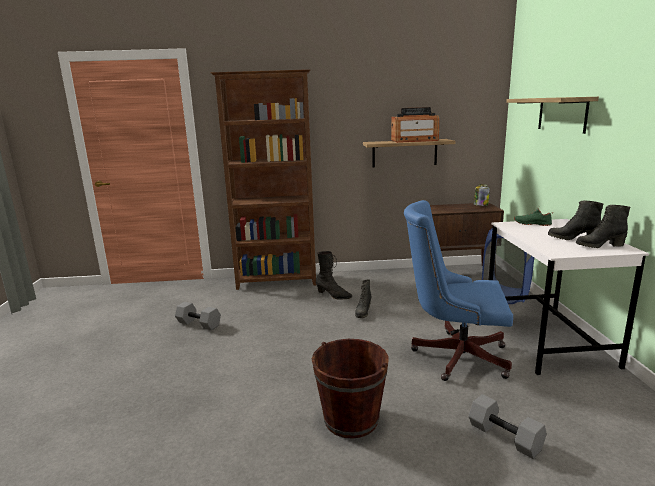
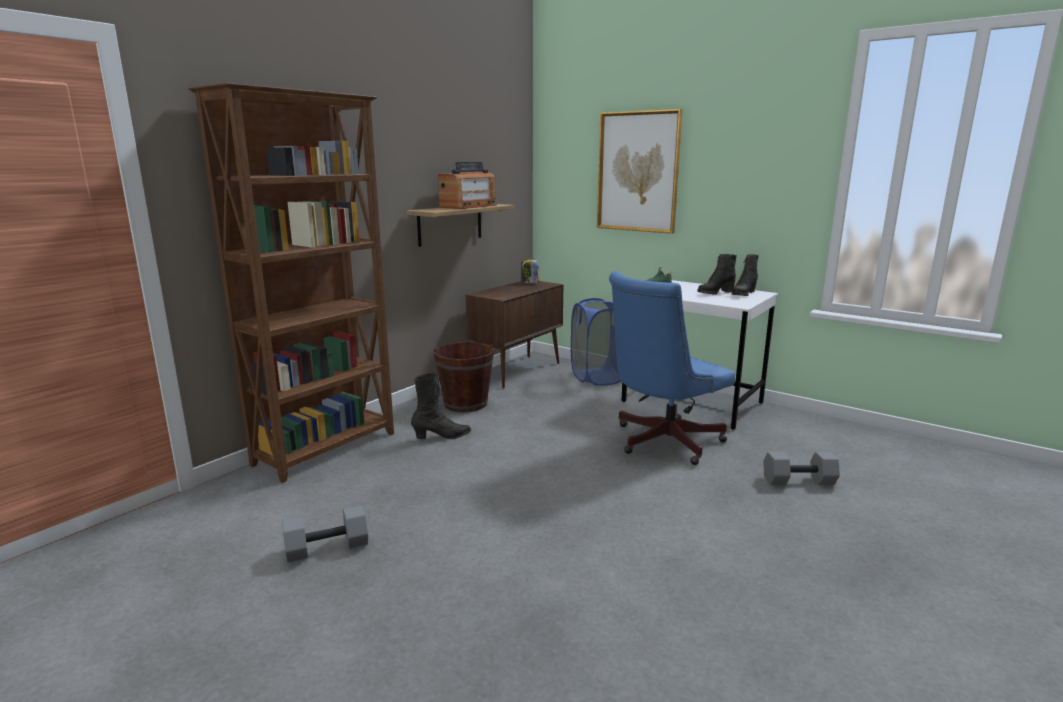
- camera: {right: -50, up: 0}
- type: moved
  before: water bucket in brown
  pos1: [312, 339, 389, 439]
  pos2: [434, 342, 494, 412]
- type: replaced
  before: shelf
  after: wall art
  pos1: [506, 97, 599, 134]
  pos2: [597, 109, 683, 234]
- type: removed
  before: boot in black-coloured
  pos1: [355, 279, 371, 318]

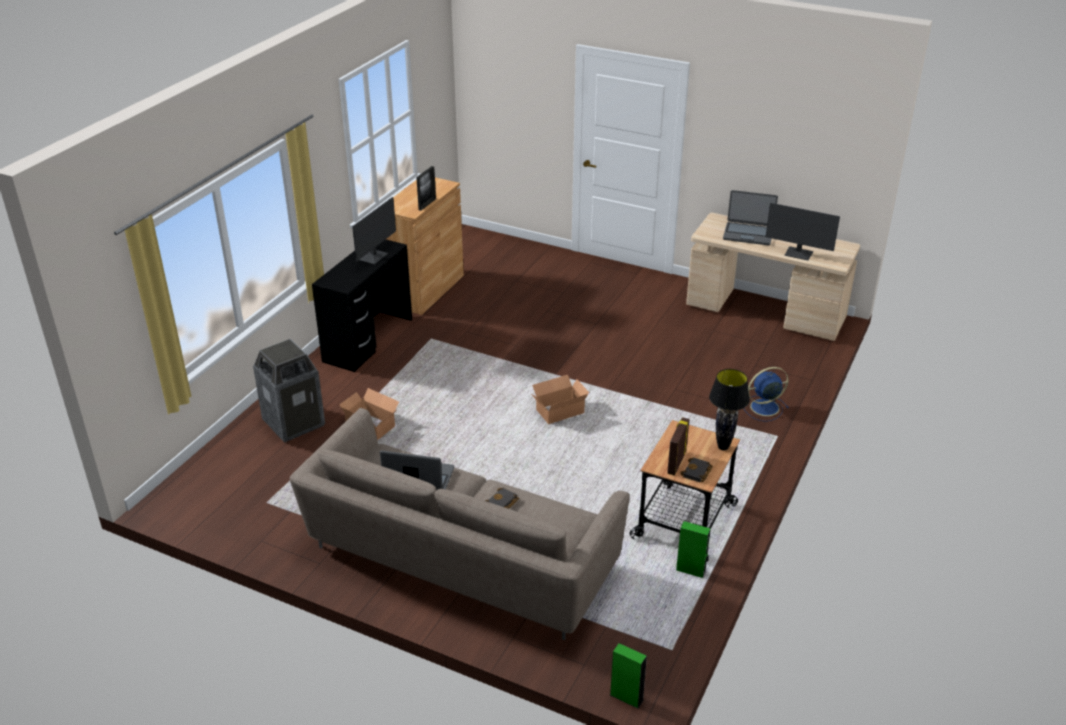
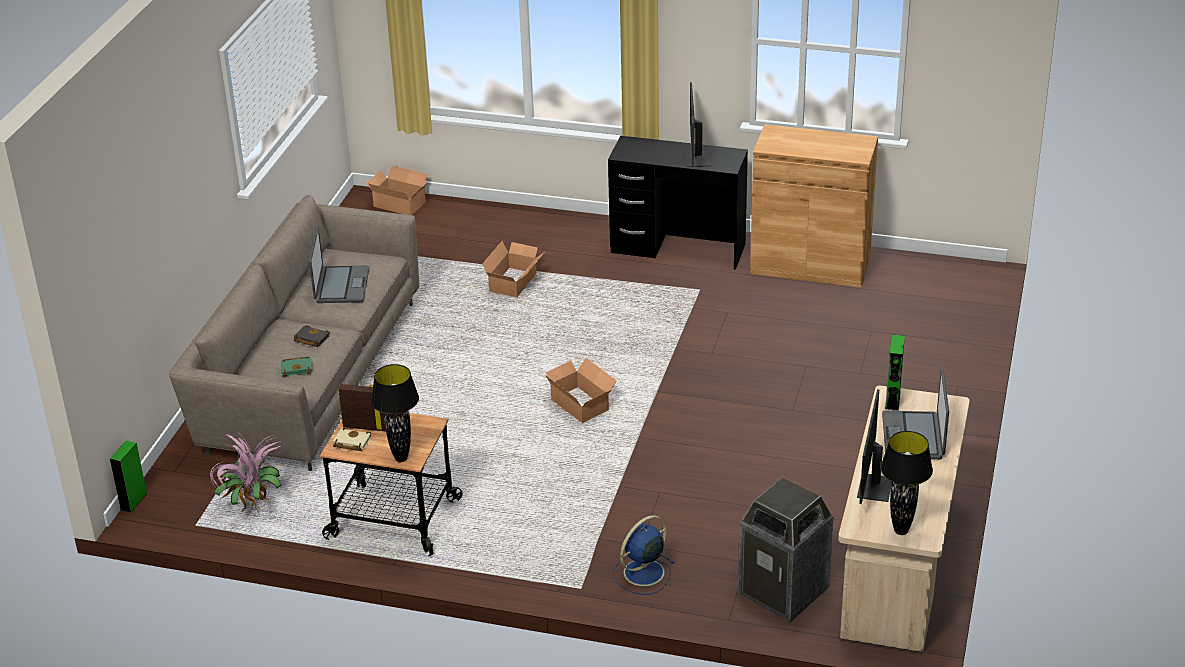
- camera: {right: 80, up: 0}
- type: added
  after: plant in a pot
  pos2: [210, 431, 281, 513]
- type: added
  after: bound book in green
  pos2: [281, 356, 313, 377]
- type: recoloured
  before: bound book in black-coloured
  after: bound book in beige
  pos1: [680, 457, 713, 482]
  pos2: [333, 428, 371, 451]
- type: added
  after: carton
  pos2: [366, 166, 429, 215]
- type: turned
  before: cooling fan in blue
  pos1: [744, 367, 789, 421]
  pos2: [613, 515, 674, 595]
  turn: -105
- type: turned
  before: computer display
  pos1: [352, 197, 396, 265]
  pos2: [686, 82, 711, 167]
  turn: 75
- type: moved
  before: trash can
  pos1: [253, 339, 325, 443]
  pos2: [738, 477, 833, 622]
- type: added
  after: lamp for a table in black-coloured
  pos2: [880, 431, 933, 535]
- type: moved
  before: audio speaker in green
  pos1: [676, 521, 711, 578]
  pos2: [885, 335, 905, 411]
- type: removed
  before: picture frame
  pos1: [416, 166, 436, 211]

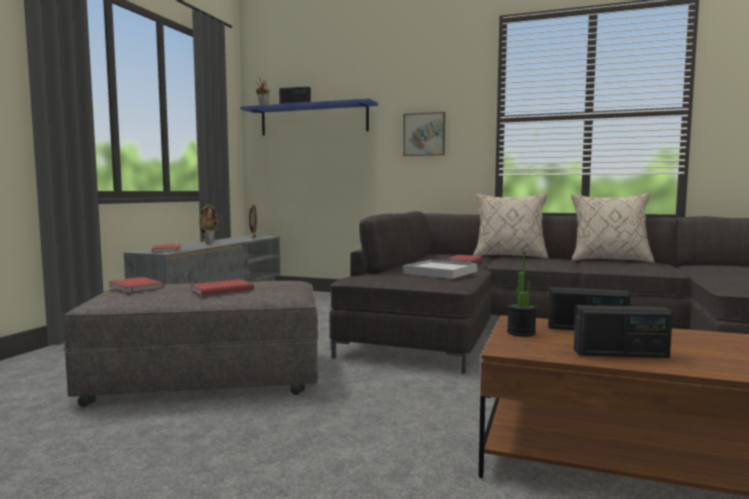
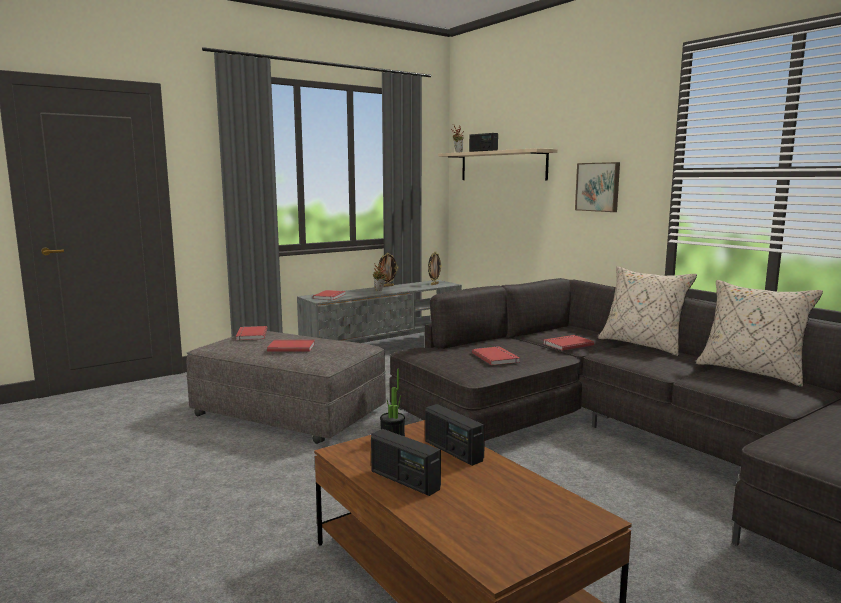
- camera: {right: 35, up: 5}
- type: recoloured
  before: shelf in blue
  after: shelf in beige
  pos1: [240, 98, 378, 136]
  pos2: [438, 148, 558, 180]
- type: replaced
  before: serving tray in white-coloured
  after: bound book in red
  pos1: [403, 260, 477, 279]
  pos2: [472, 346, 520, 366]

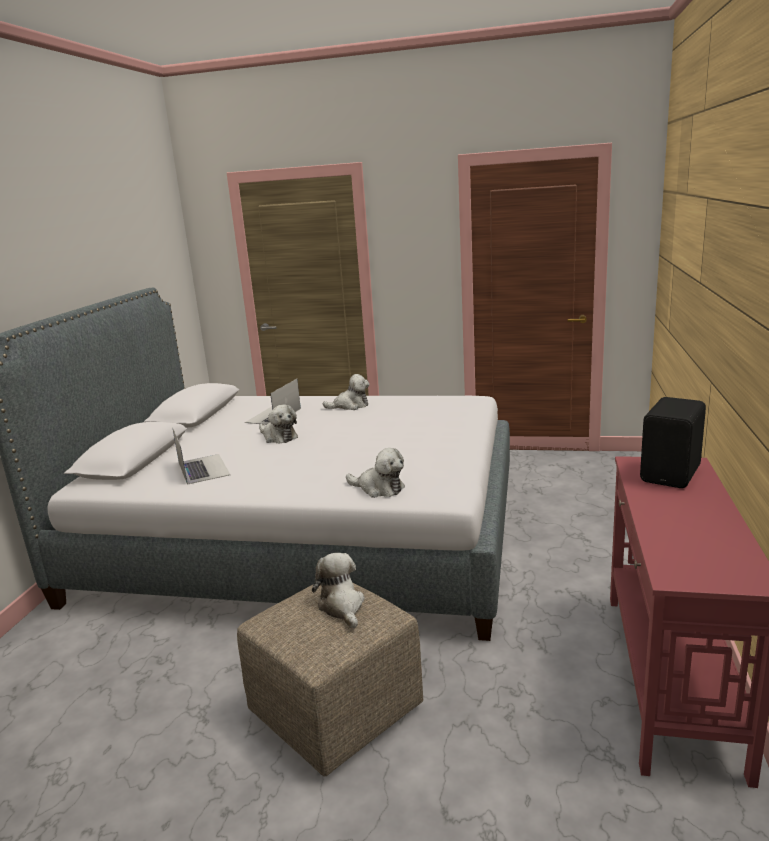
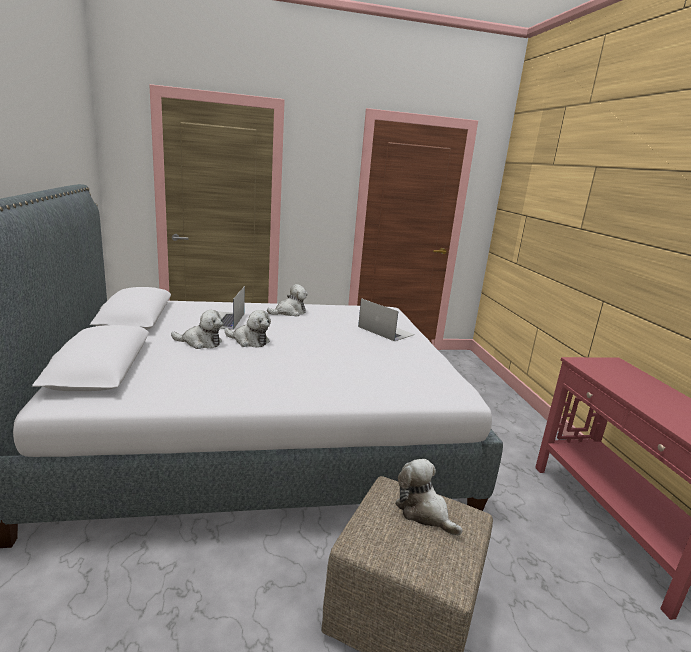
- camera: {right: -25, up: 0}
- type: moved
  before: plush toy
  pos1: [346, 448, 405, 498]
  pos2: [171, 310, 223, 349]
- type: moved
  before: portable computer
  pos1: [172, 427, 230, 485]
  pos2: [358, 298, 415, 341]
- type: removed
  before: audio speaker in black-coloured
  pos1: [640, 397, 706, 488]

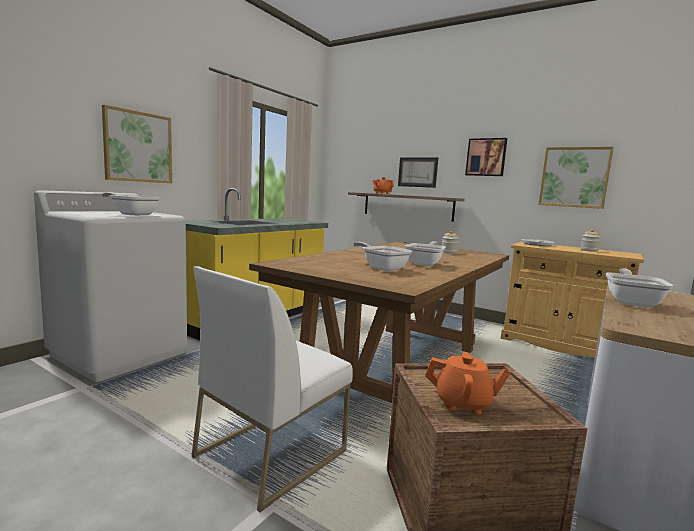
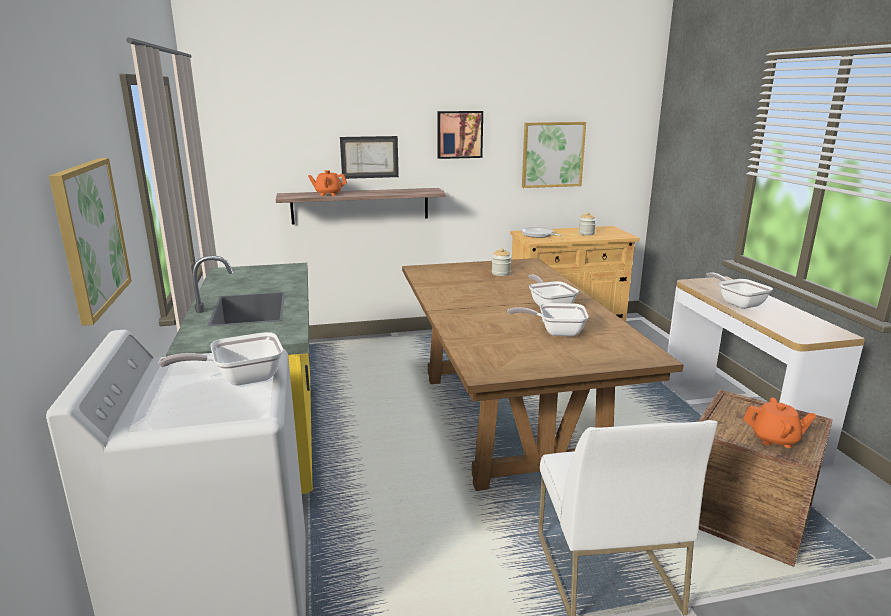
- camera: {right: -45, up: 10}
- type: turned
  before: teapot in orangey
  pos1: [425, 352, 511, 414]
  pos2: [743, 398, 816, 448]
  turn: 45

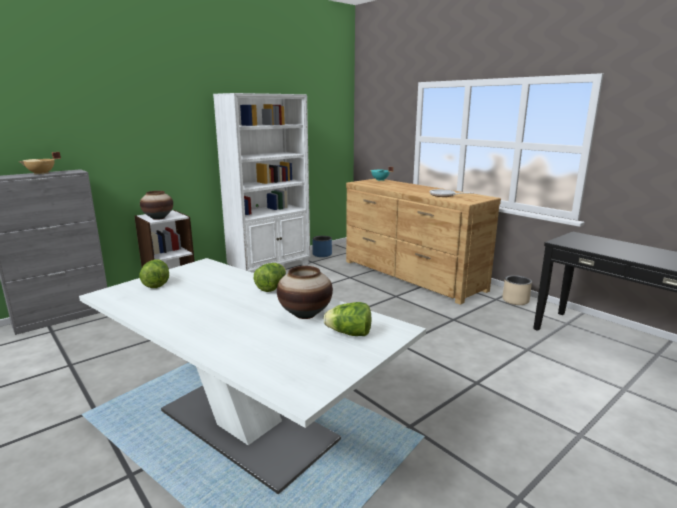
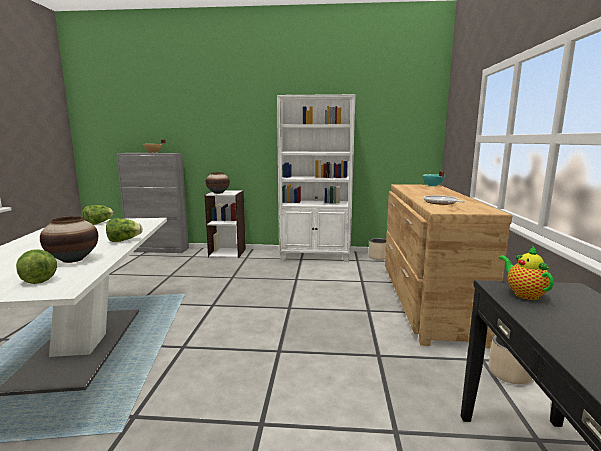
- camera: {right: 45, up: -5}
- type: recoloured
  before: planter in blue
  after: planter in beige
  pos1: [312, 236, 332, 257]
  pos2: [369, 238, 386, 260]
- type: added
  after: teapot
  pos2: [499, 245, 554, 300]

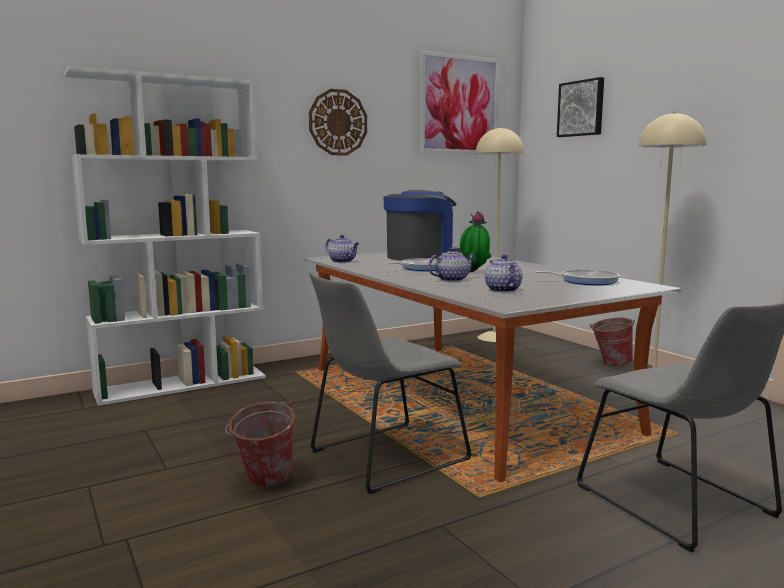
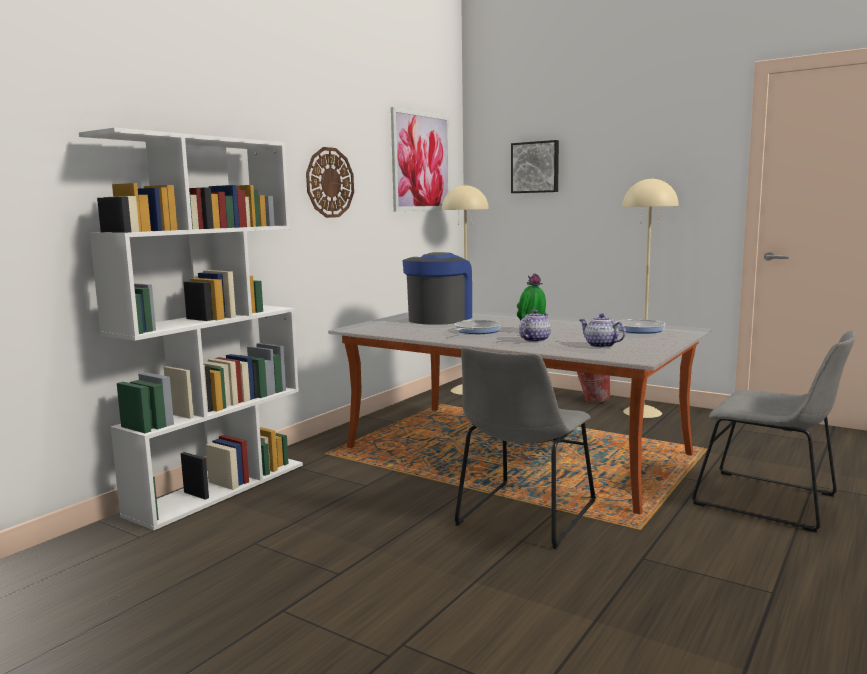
- camera: {right: -25, up: 0}
- type: removed
  before: water bucket
  pos1: [225, 401, 295, 488]
- type: removed
  before: teapot
  pos1: [326, 235, 360, 263]

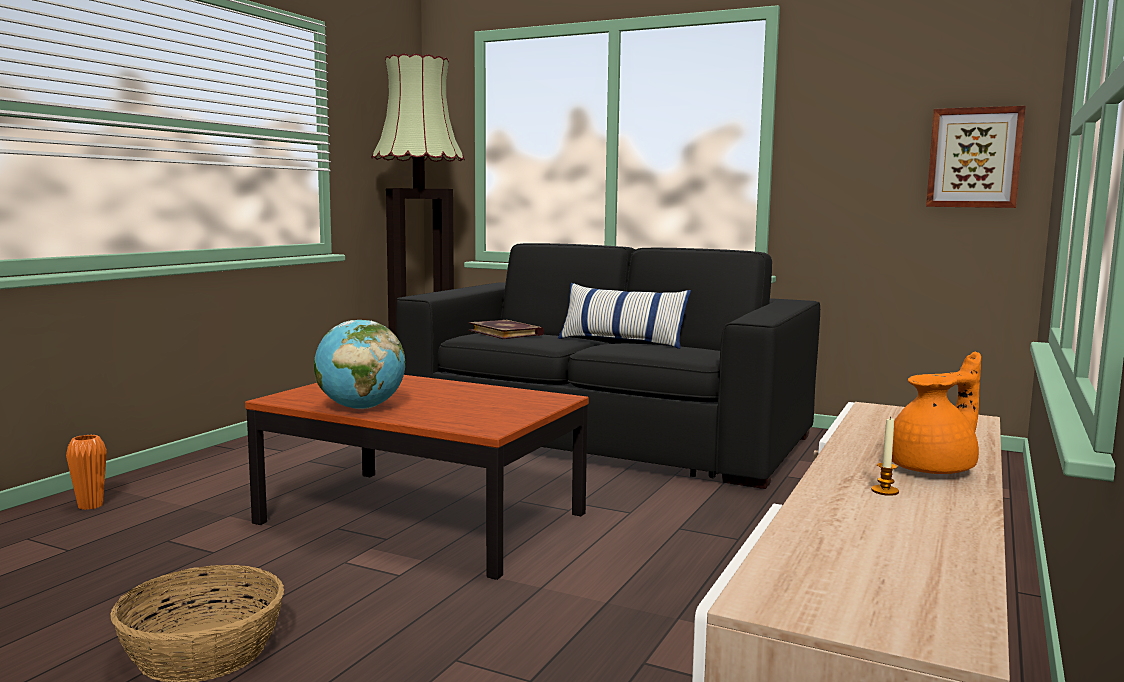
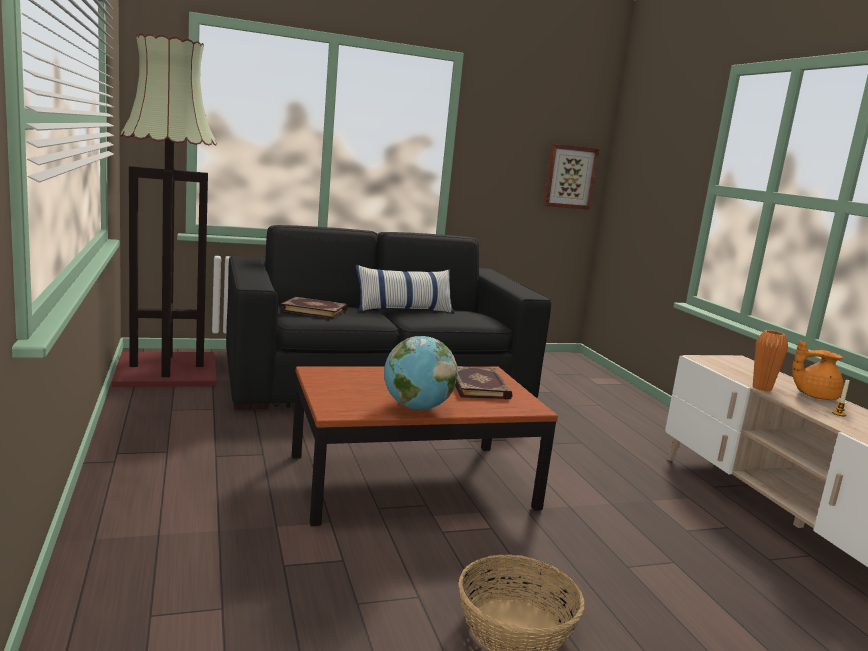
- camera: {right: -45, up: 5}
- type: added
  after: bound book
  pos2: [455, 366, 512, 399]
- type: moved
  before: flower vase in orangey
  pos1: [66, 435, 107, 510]
  pos2: [753, 330, 788, 391]
- type: turned
  before: teapot in orangey
  pos1: [892, 352, 981, 474]
  pos2: [792, 340, 844, 400]
  turn: -105

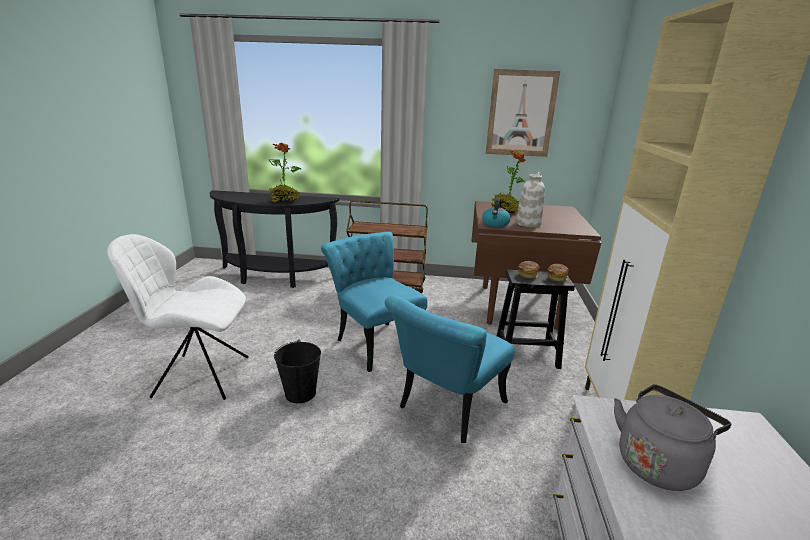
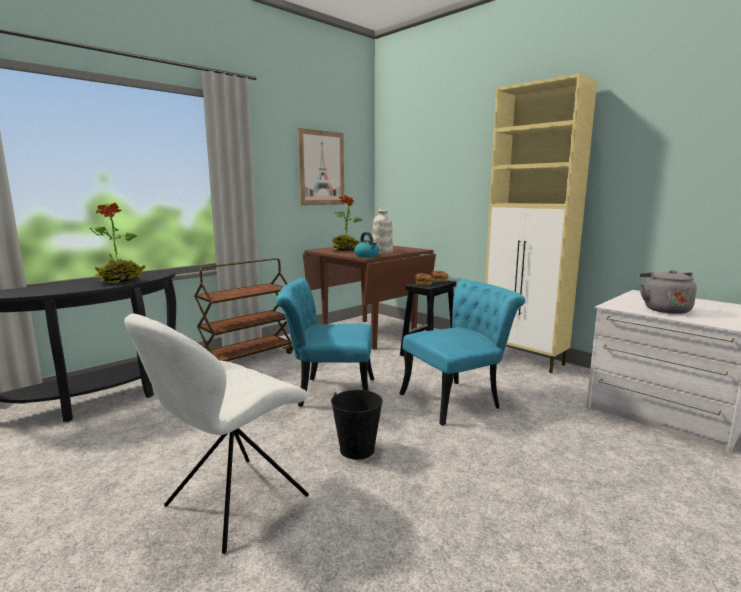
- camera: {right: -50, up: -10}
- type: turned
  before: upright chair in blue-green
  pos1: [385, 295, 514, 443]
  pos2: [399, 279, 525, 425]
  turn: -105

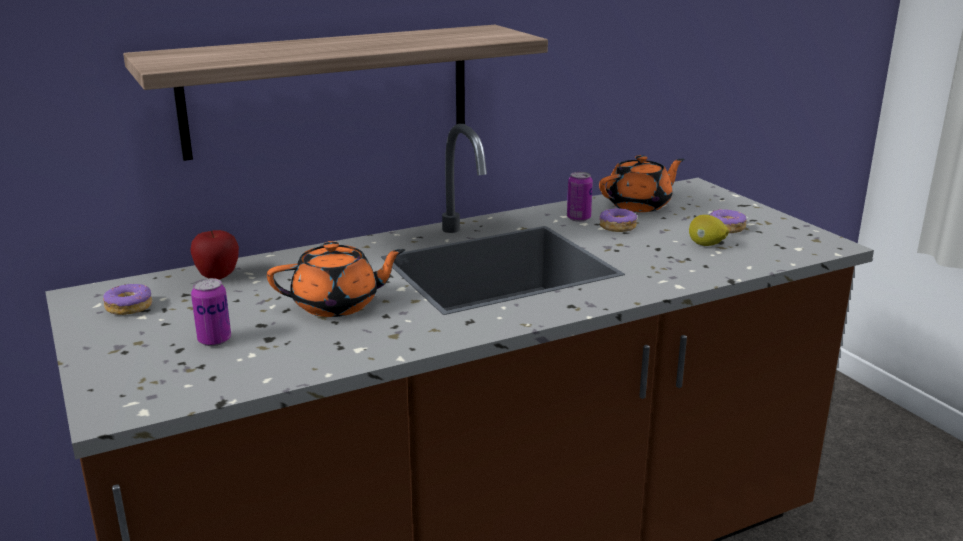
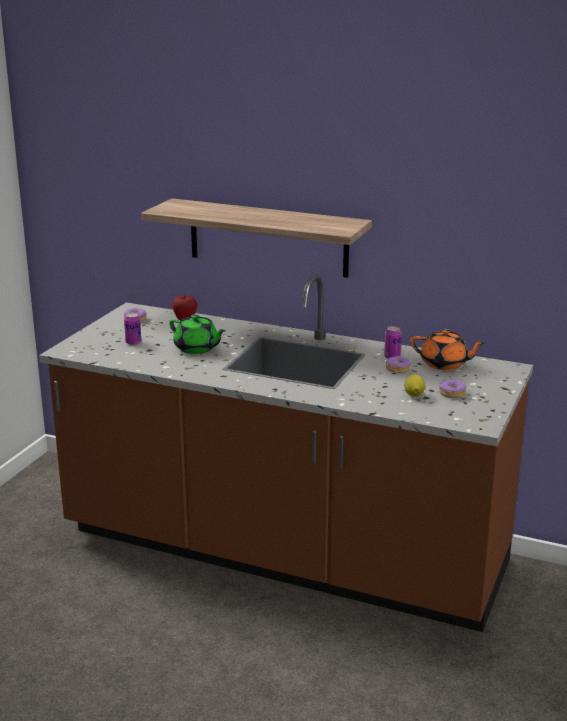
- camera: {right: 50, up: 0}
- type: recoloured
  before: teapot in orangey
  after: teapot in green
  pos1: [267, 241, 405, 317]
  pos2: [169, 314, 226, 354]

